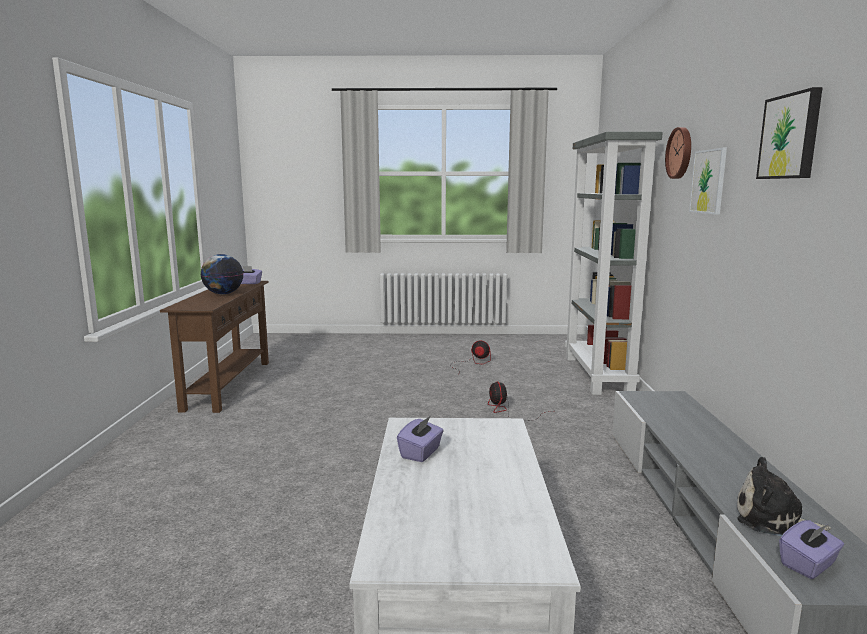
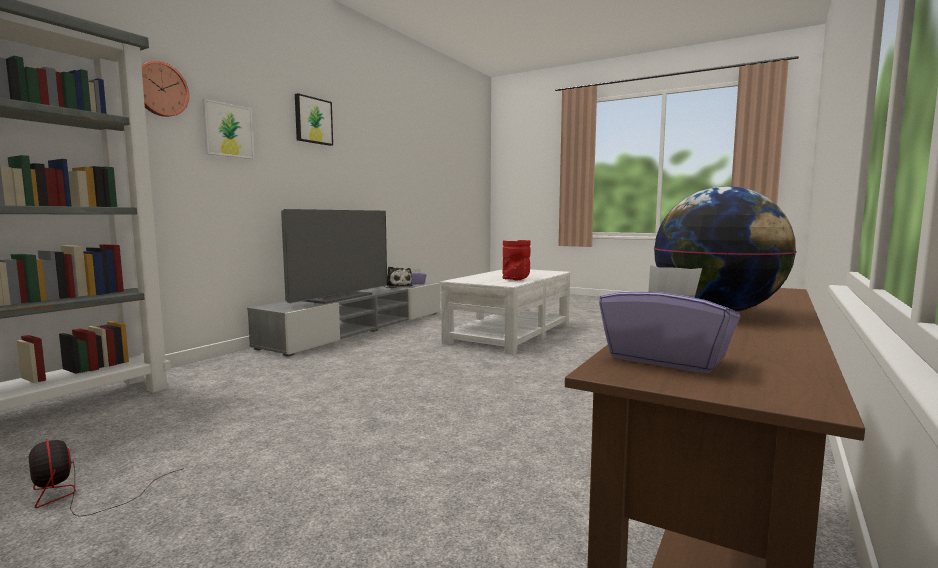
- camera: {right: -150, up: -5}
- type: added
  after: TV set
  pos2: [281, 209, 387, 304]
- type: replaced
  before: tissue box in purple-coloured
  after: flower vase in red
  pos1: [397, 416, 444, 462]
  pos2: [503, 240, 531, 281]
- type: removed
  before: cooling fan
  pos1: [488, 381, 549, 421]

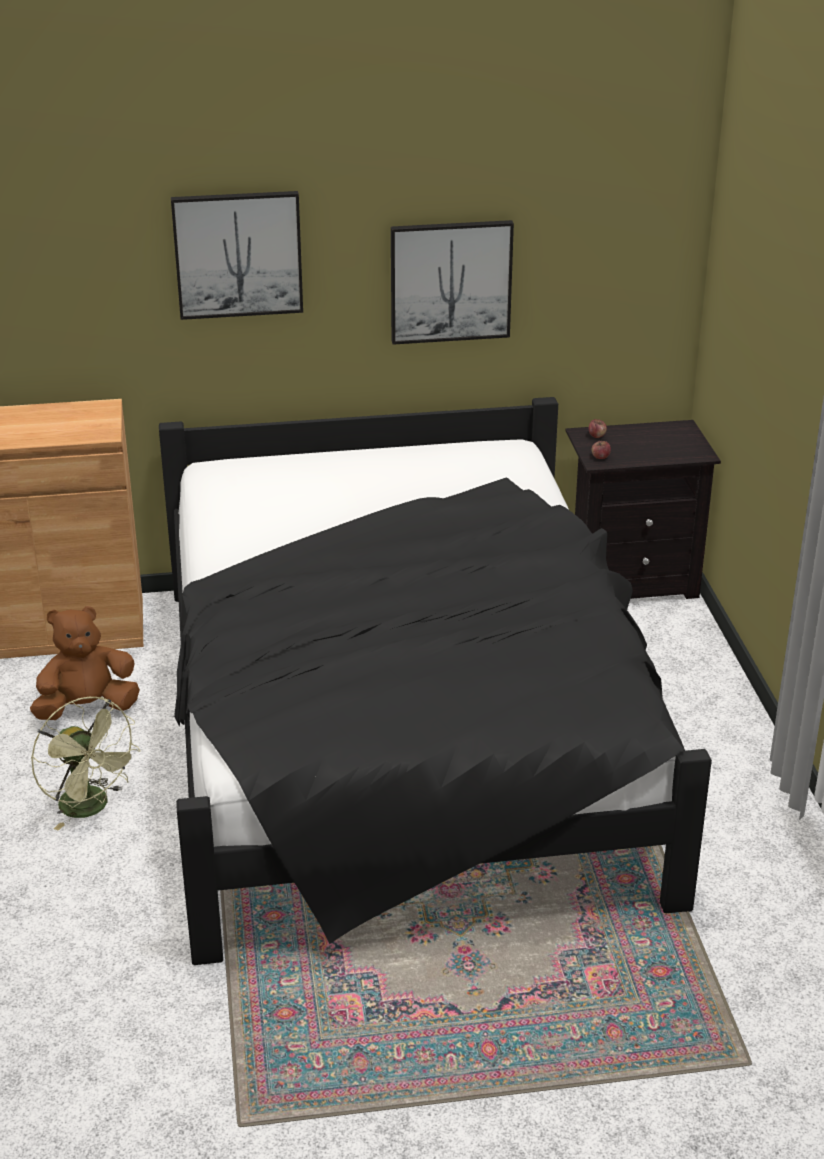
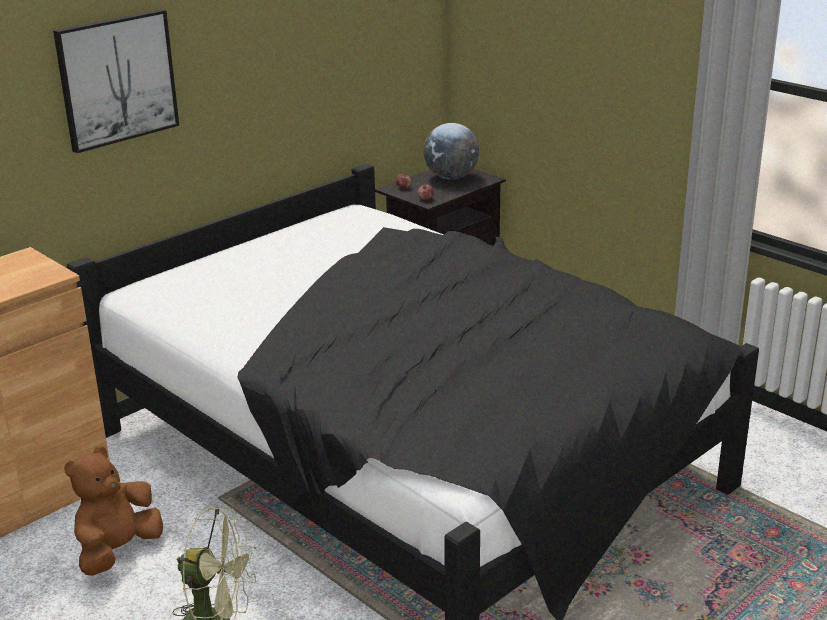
- camera: {right: -35, up: -5}
- type: added
  after: world globe
  pos2: [424, 123, 479, 179]
- type: removed
  before: wall art
  pos1: [391, 220, 514, 345]

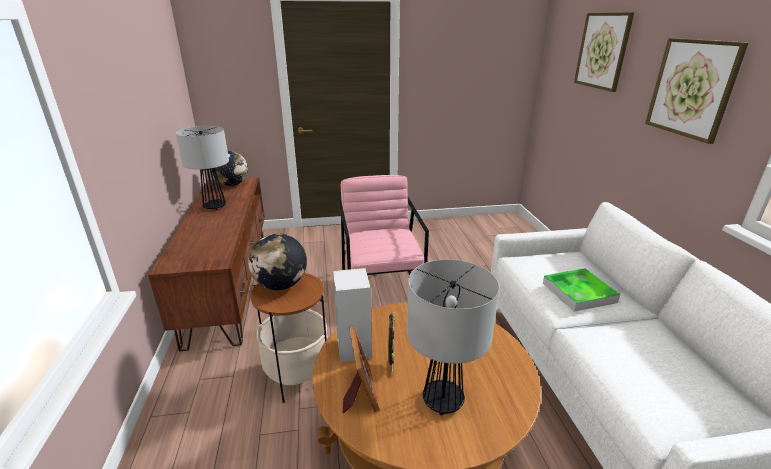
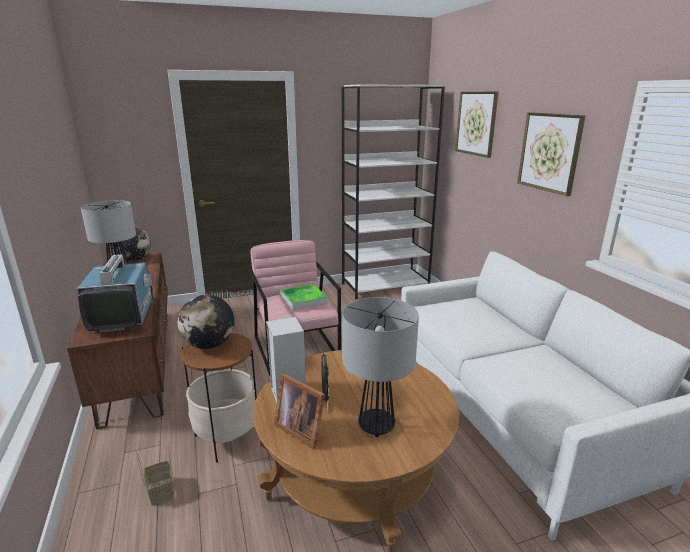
- camera: {right: -10, up: -5}
- type: added
  after: TV set
  pos2: [76, 254, 153, 332]
- type: added
  after: basket
  pos2: [135, 441, 175, 506]
- type: turned
  before: picture frame
  pos1: [343, 326, 379, 414]
  pos2: [274, 374, 325, 449]
  turn: 150
- type: moved
  before: serving tray
  pos1: [543, 268, 620, 312]
  pos2: [280, 284, 328, 311]
- type: added
  after: shelving unit in white-coloured
  pos2: [342, 84, 445, 299]

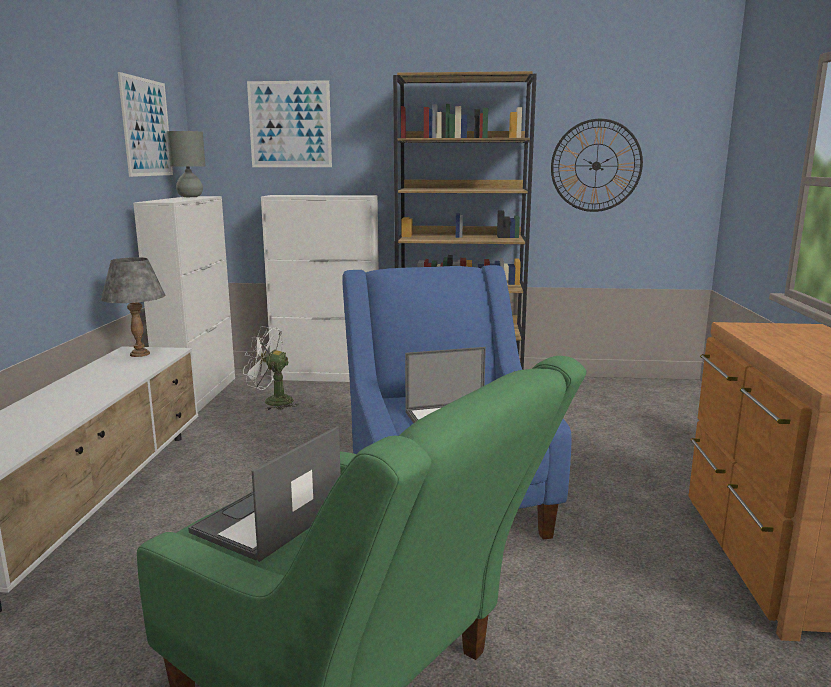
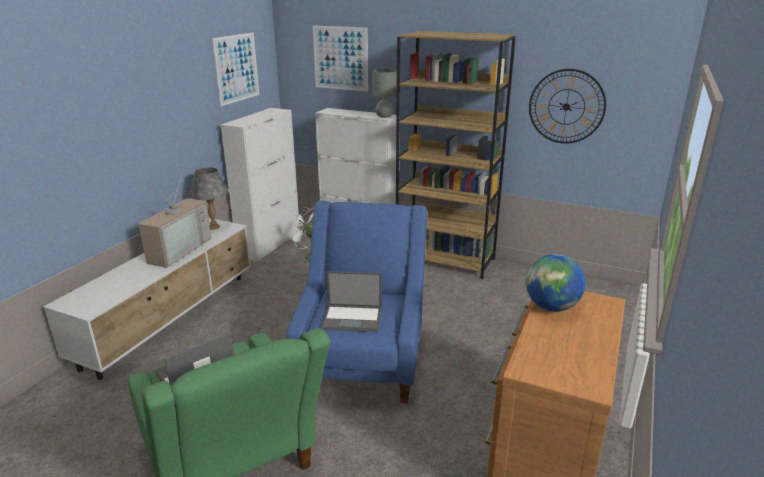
- camera: {right: 20, up: 10}
- type: added
  after: TV set
  pos2: [139, 170, 211, 268]
- type: moved
  before: lamp for a table in gray
  pos1: [167, 131, 205, 197]
  pos2: [372, 69, 397, 118]
- type: added
  after: world globe
  pos2: [526, 254, 585, 312]

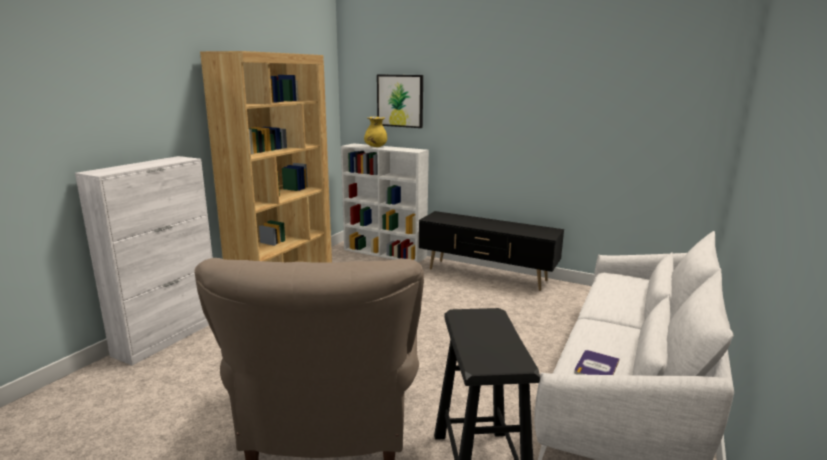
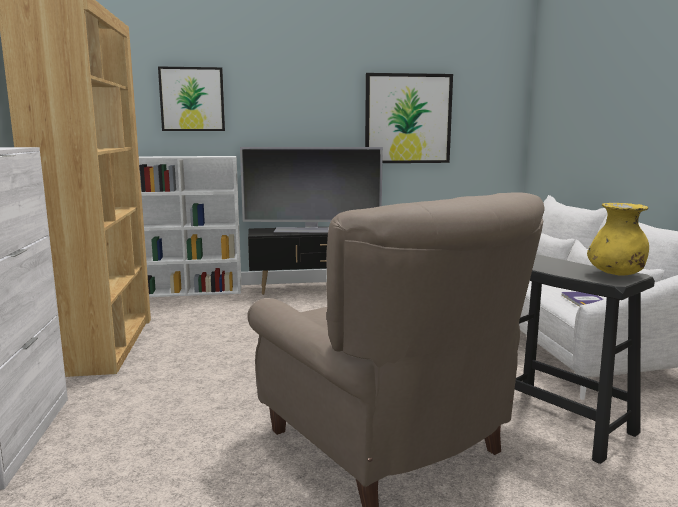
- camera: {right: -35, up: -5}
- type: added
  after: TV set
  pos2: [240, 147, 383, 233]
- type: added
  after: wall art
  pos2: [365, 73, 453, 163]
- type: moved
  before: flower vase in yellow
  pos1: [364, 117, 387, 147]
  pos2: [587, 203, 649, 276]

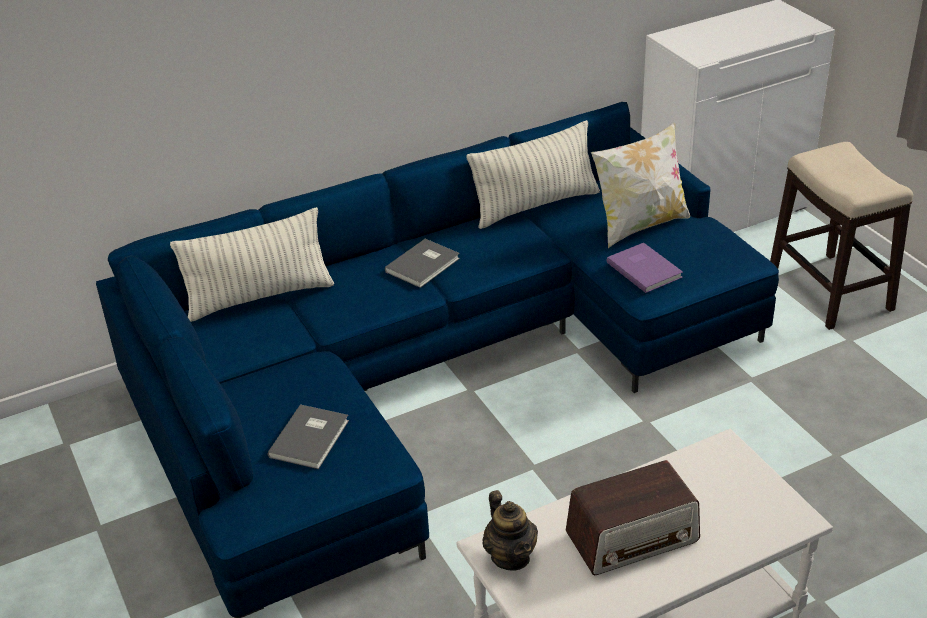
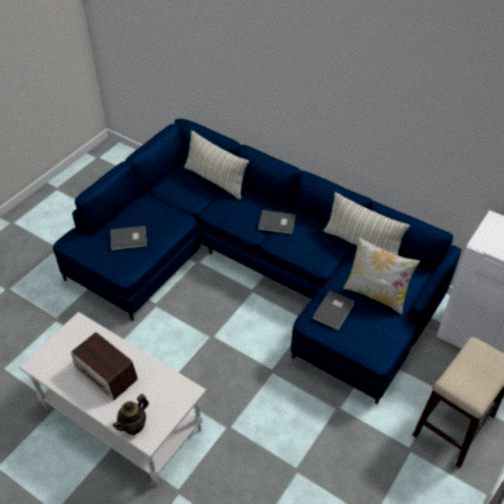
- camera: {right: 60, up: 10}
- type: moved
  before: teapot
  pos1: [483, 490, 538, 571]
  pos2: [113, 394, 149, 435]
- type: recoloured
  before: bound book in purple-coloured
  after: bound book in gray
  pos1: [606, 243, 683, 293]
  pos2: [312, 290, 355, 330]

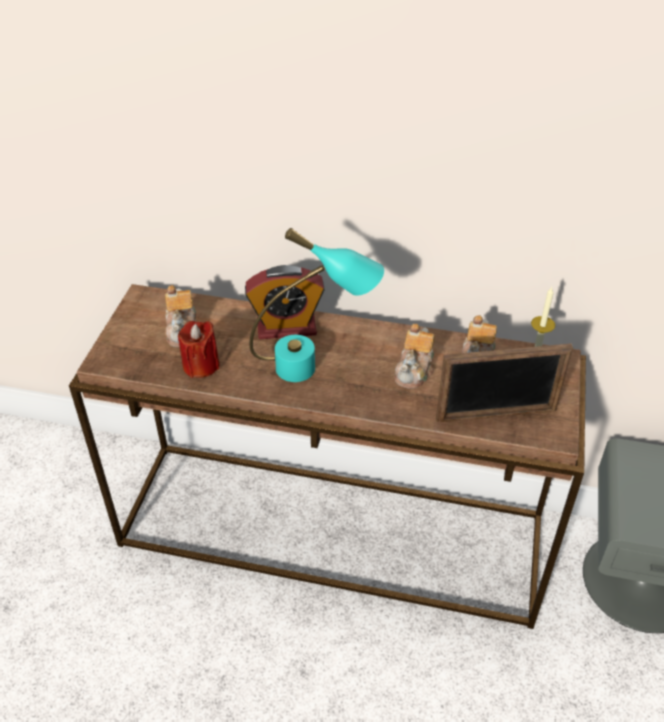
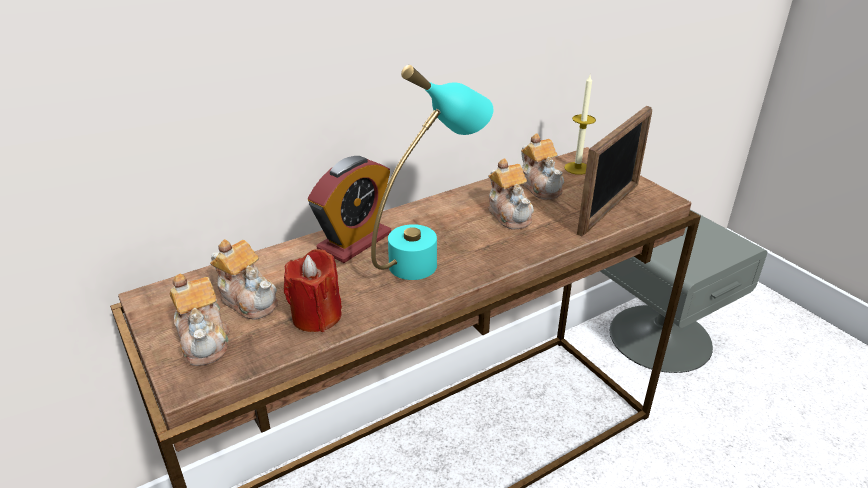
- camera: {right: -45, up: -10}
- type: added
  after: teapot
  pos2: [170, 273, 230, 366]

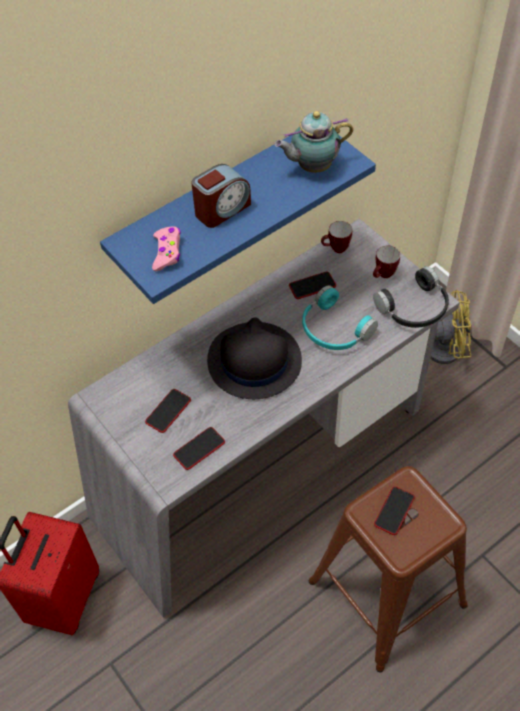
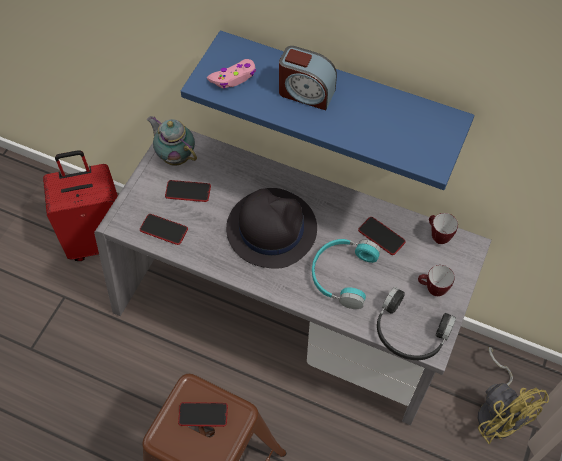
- camera: {right: 60, up: 5}
- type: moved
  before: teapot
  pos1: [274, 111, 353, 173]
  pos2: [147, 116, 197, 166]

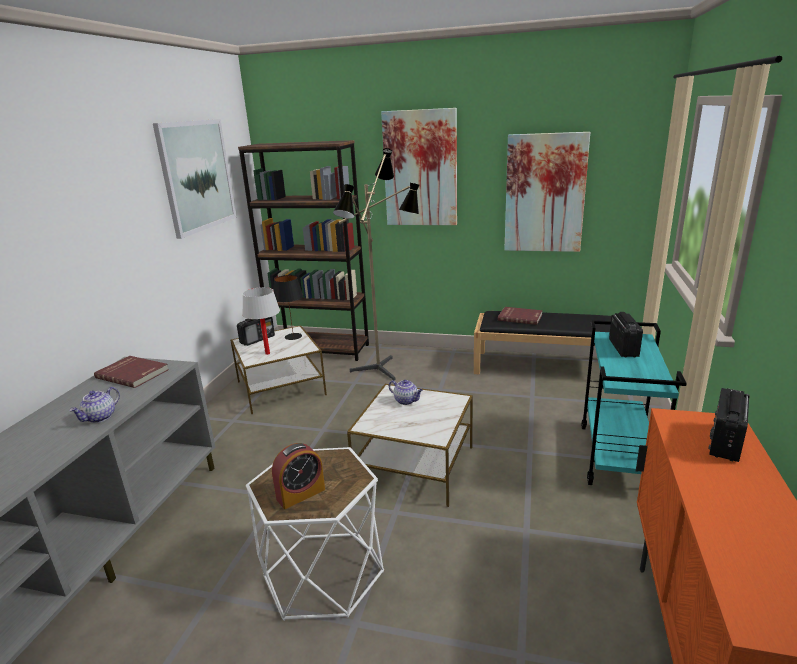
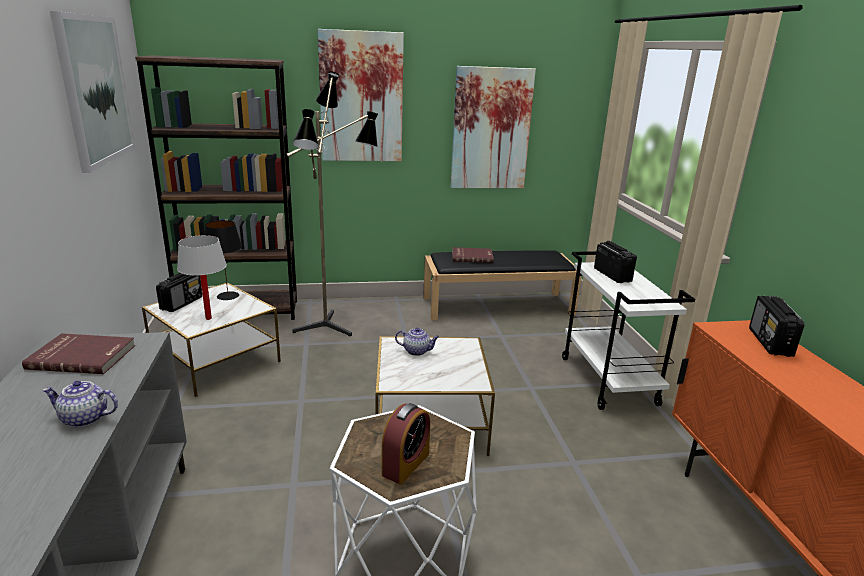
- camera: {right: -25, up: 0}
- type: turned
  before: teapot
  pos1: [69, 387, 120, 423]
  pos2: [42, 380, 118, 428]
  turn: 90
- type: recoloured
  before: cart in blue-green
  after: cart in white-coloured
  pos1: [581, 320, 687, 485]
  pos2: [562, 251, 695, 410]

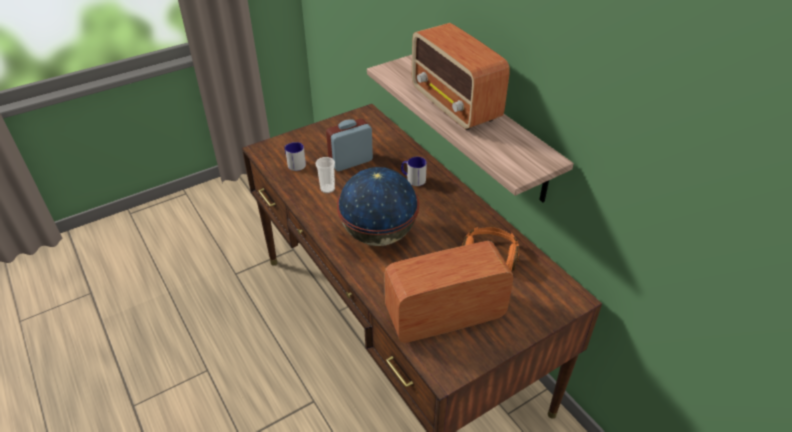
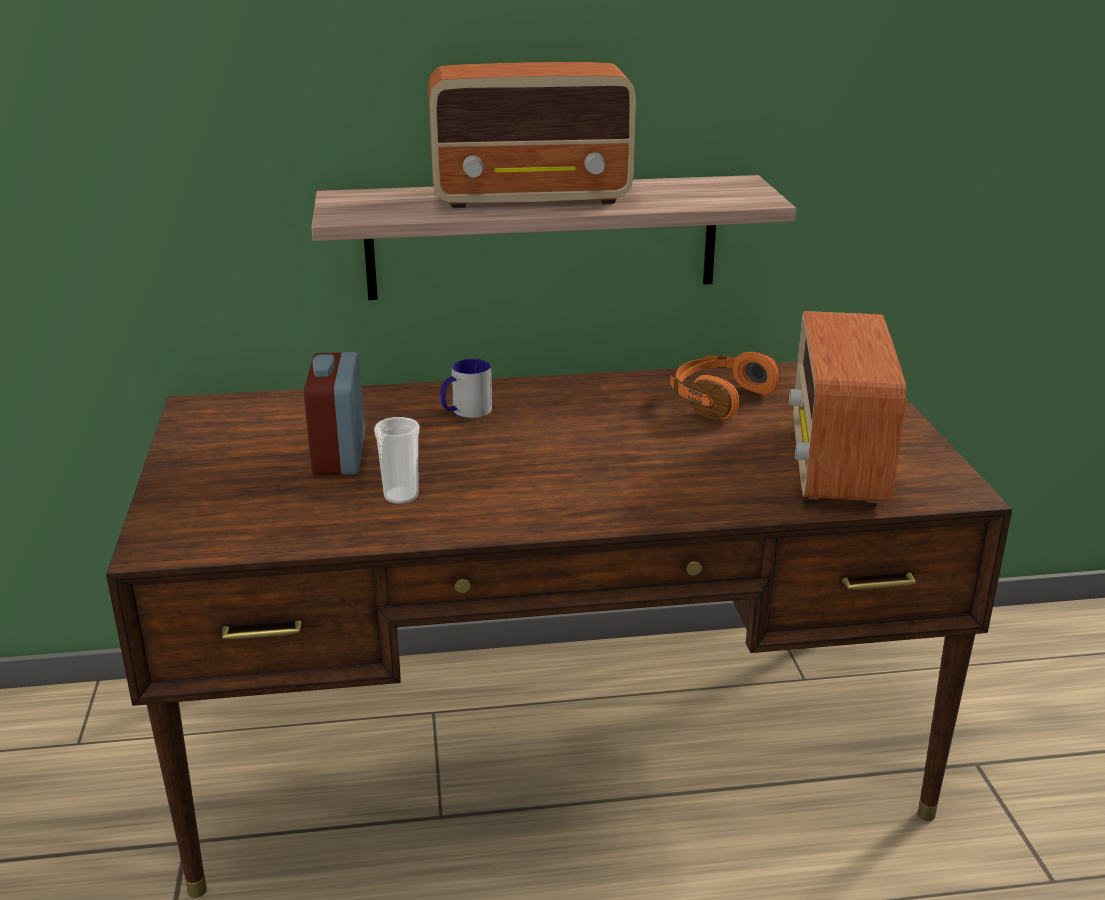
- camera: {right: -65, up: -15}
- type: removed
  before: mug
  pos1: [284, 142, 306, 171]
- type: removed
  before: world globe
  pos1: [337, 167, 419, 246]

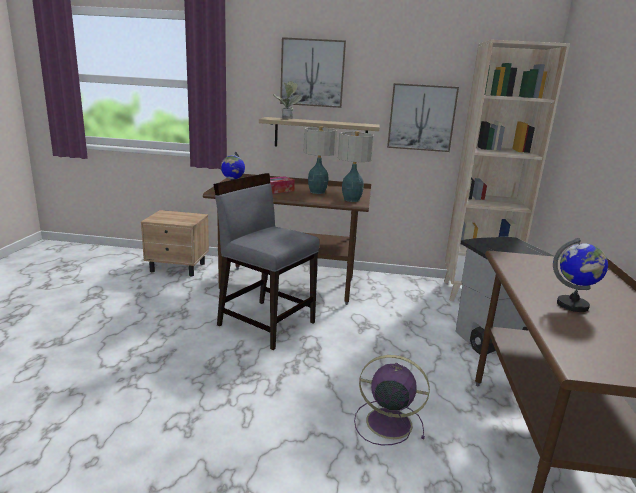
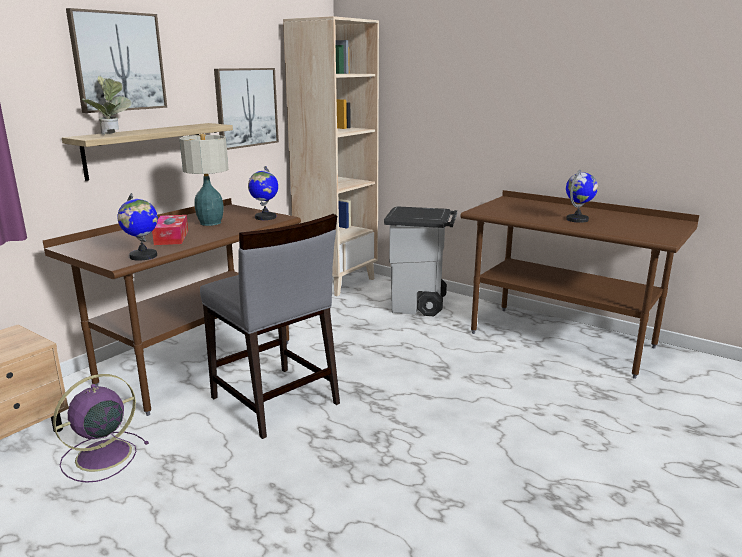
- camera: {right: -60, up: 0}
- type: moved
  before: cooling fan in purple-coloured
  pos1: [354, 355, 430, 446]
  pos2: [53, 374, 149, 483]
- type: turned
  before: upright chair in gray
  pos1: [213, 173, 319, 350]
  pos2: [200, 214, 340, 439]
  turn: -105
- type: replaced
  before: lamp for a table
  after: world globe
  pos1: [338, 131, 374, 202]
  pos2: [248, 166, 278, 220]

